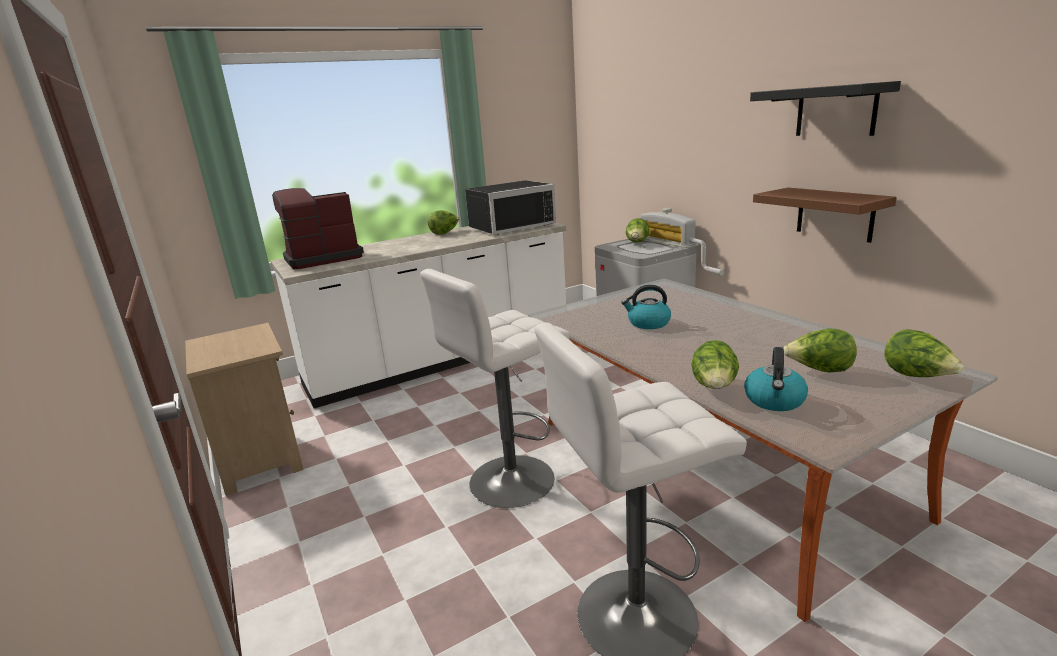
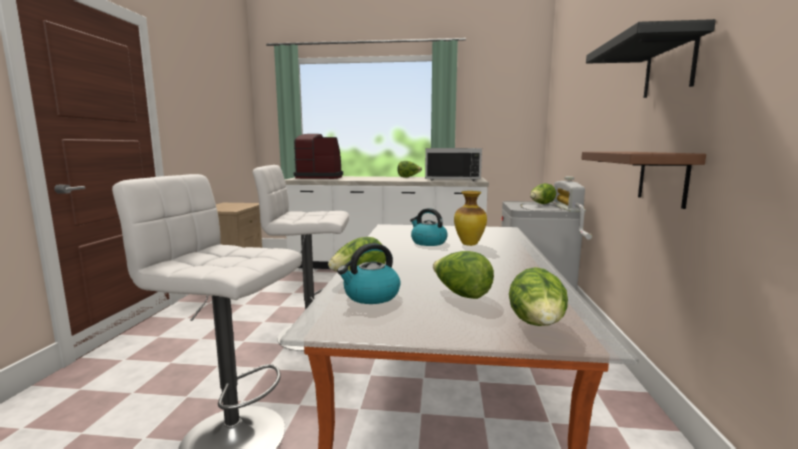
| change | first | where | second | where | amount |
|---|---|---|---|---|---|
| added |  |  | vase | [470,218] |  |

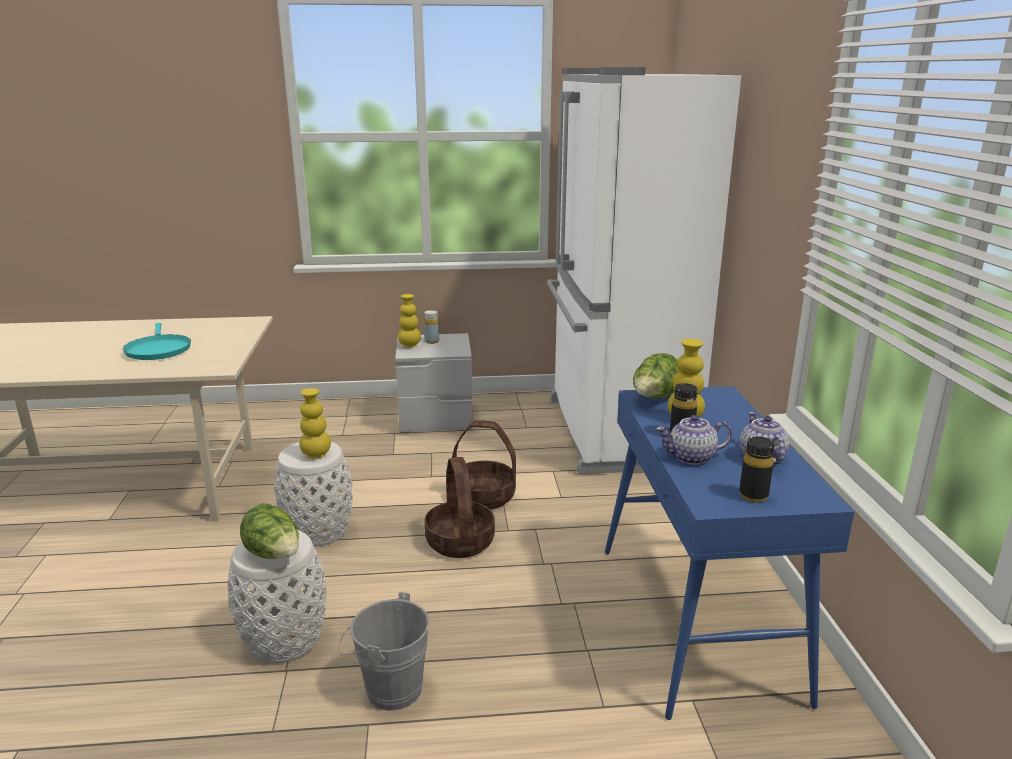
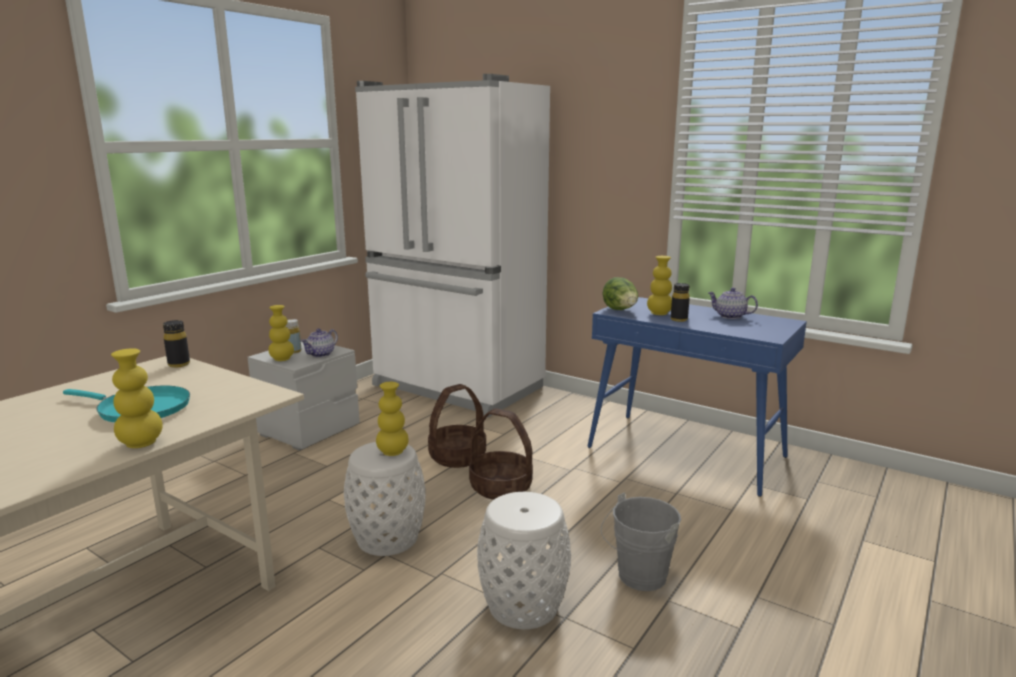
| change | first | where | second | where | amount |
|---|---|---|---|---|---|
| added |  |  | yellow vase | [137,398] |  |
| moved | black bottle | [756,470] |  | [176,344] |  |
| moved | teapot | [694,440] |  | [319,342] |  |
| removed | lettuce | [269,531] |  |  |  |

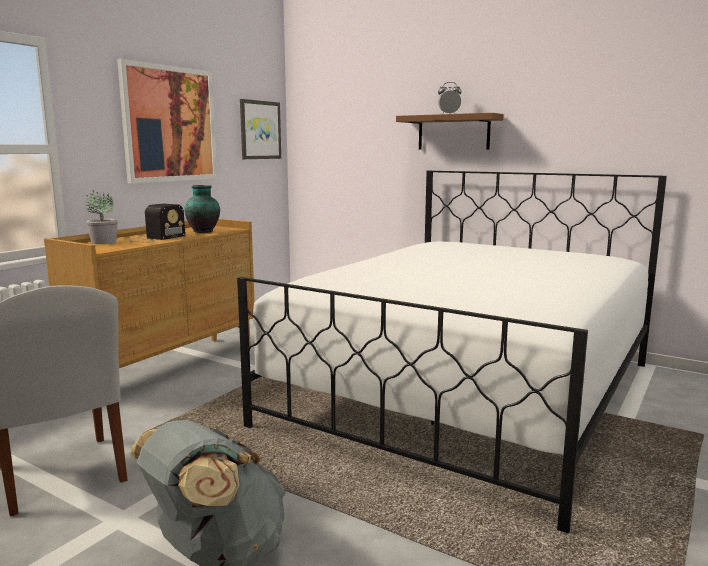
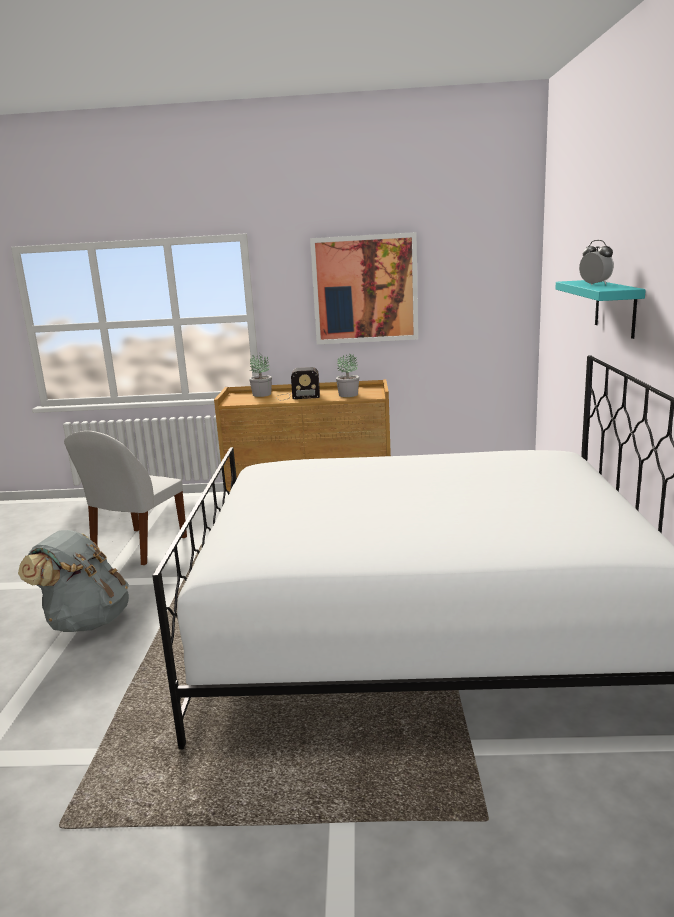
| change | first | where | second | where | amount |
|---|---|---|---|---|---|
| replaced | vase | [202,209] | potted plant | [347,375] |  |
| recoloured | brown shelf | [450,131] | turquoise shelf | [600,309] |  |
| removed | picture | [260,129] |  |  |  |

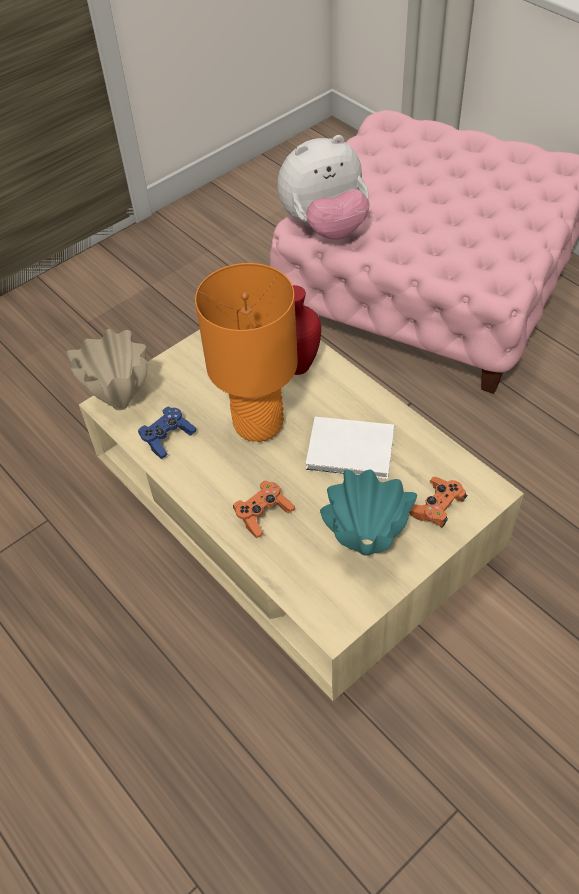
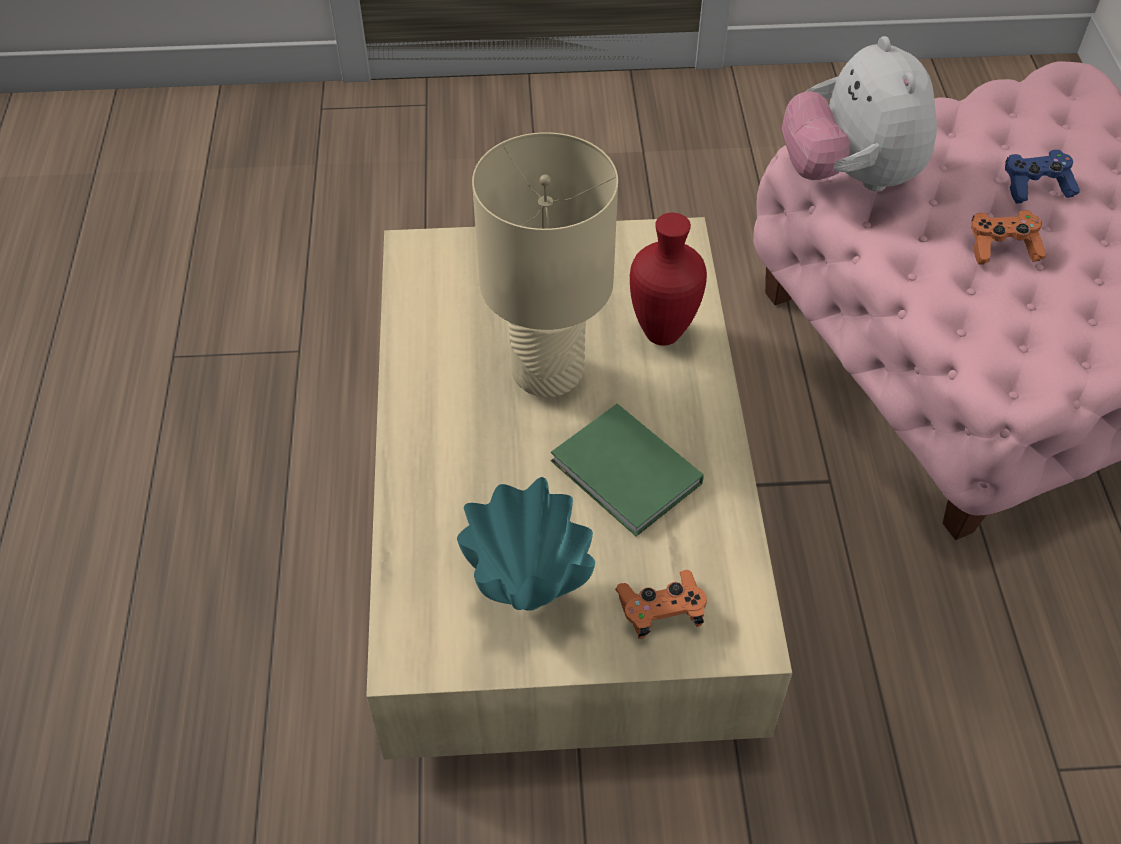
| change | first | where | second | where | amount |
|---|---|---|---|---|---|
| recoloured | orange table lamp | [246,352] | beige table lamp | [545,264] |  |
| recoloured | white book | [350,448] | green book | [627,470] |  |
| turned | plush toy | [323,187] |  | [859,113] | 60 degrees clockwise |
| moved | orange game controller | [264,509] |  | [1008,237] |  |
| moved | blue game controller | [167,433] |  | [1042,177] |  |
| removed | beige vase | [106,369] |  |  |  |

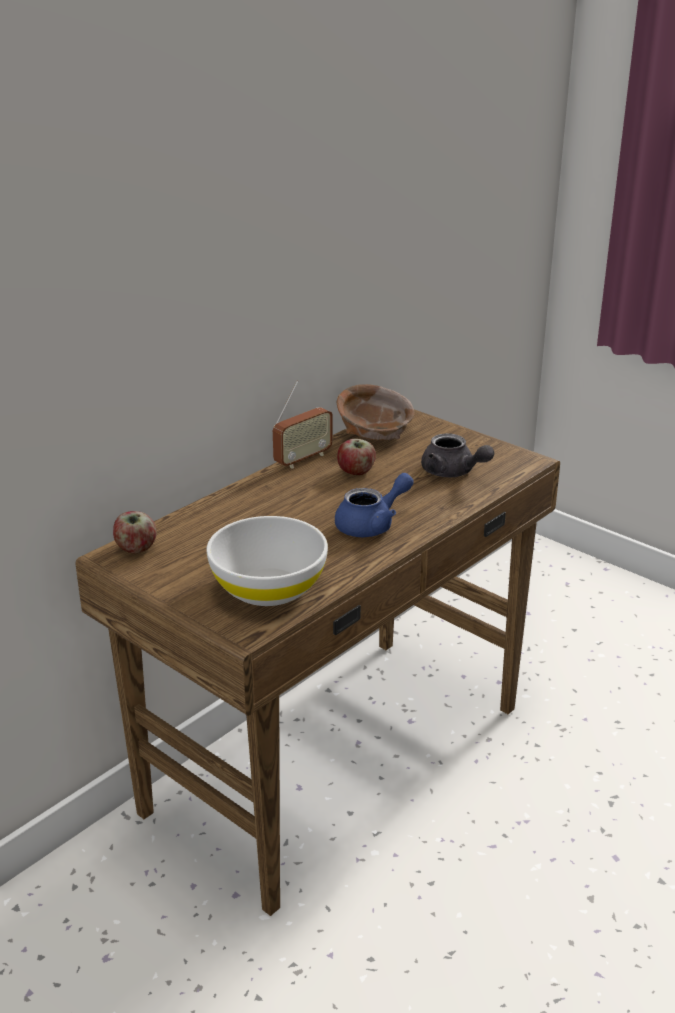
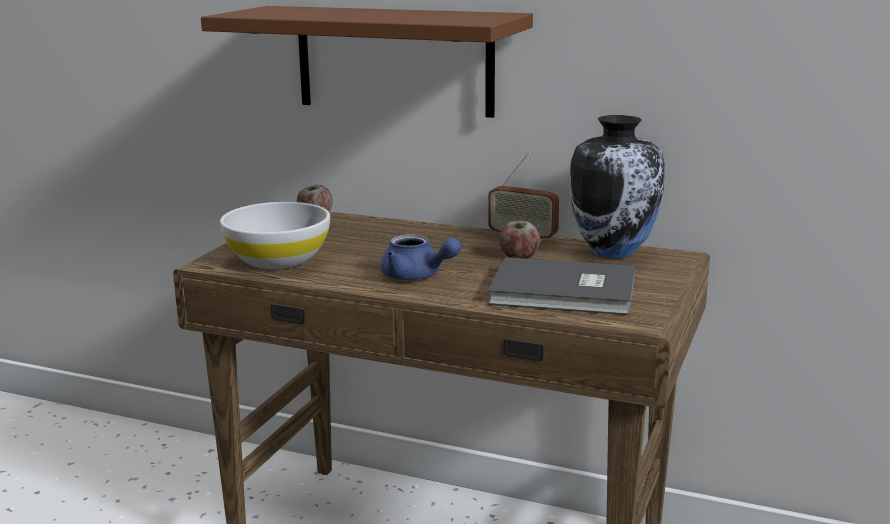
| change | first | where | second | where | amount |
|---|---|---|---|---|---|
| added |  |  | brown shelf | [367,62] |  |
| replaced | grey teapot | [457,455] | grey book | [561,286] |  |
| replaced | brown bowl | [376,412] | vase | [617,187] |  |

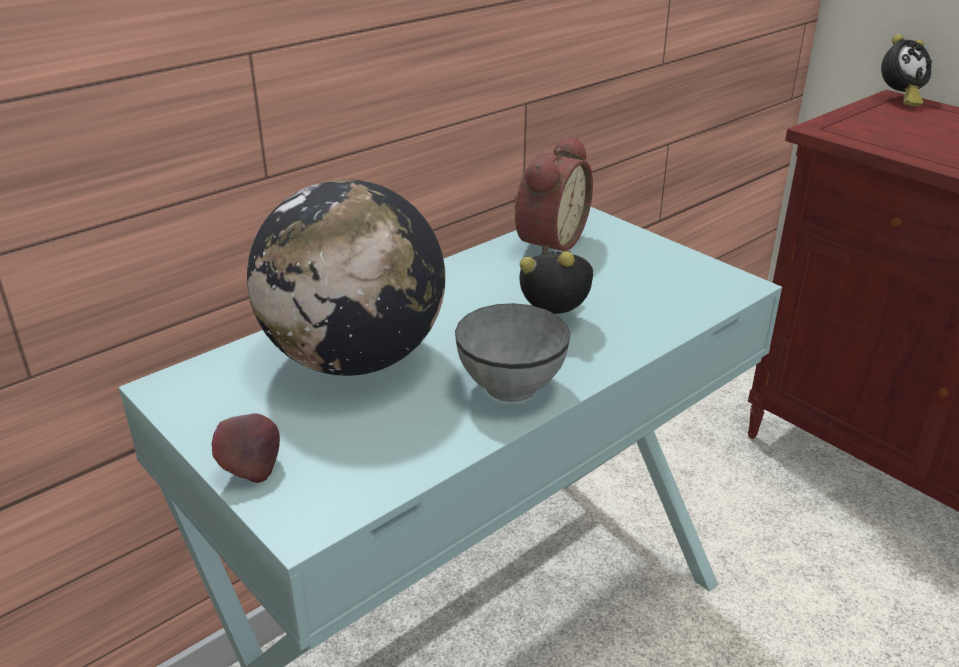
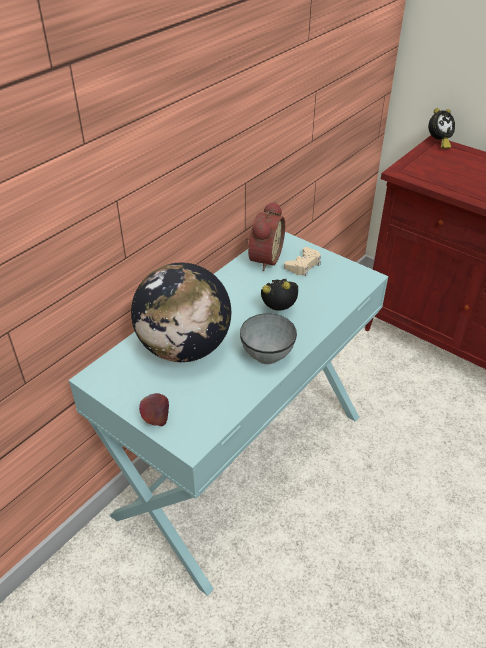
| change | first | where | second | where | amount |
|---|---|---|---|---|---|
| added |  |  | beige game controller | [302,261] |  |

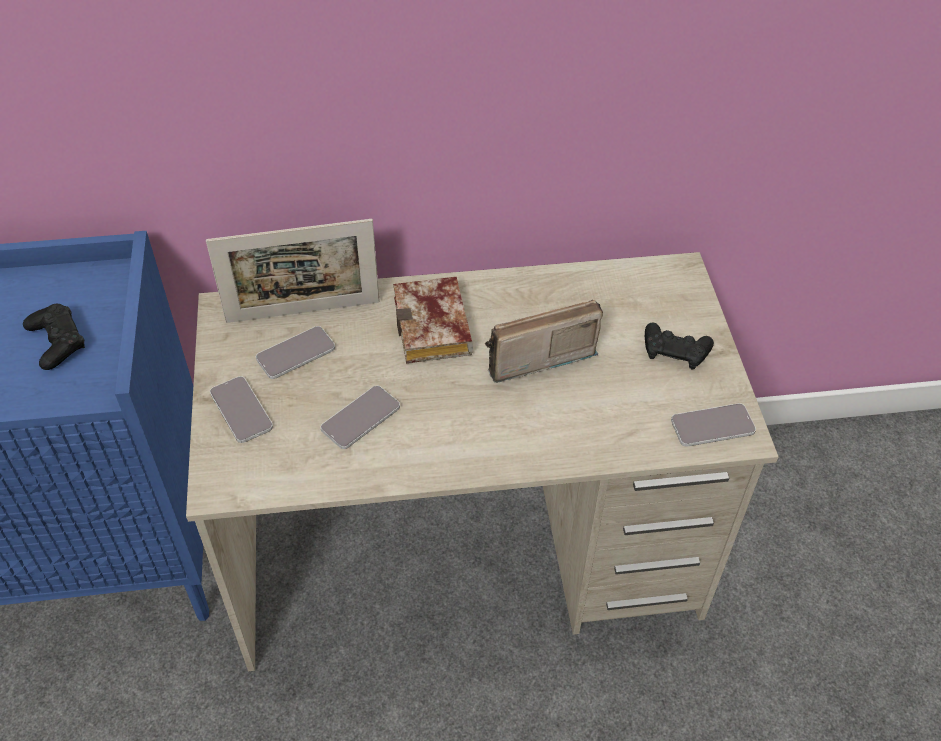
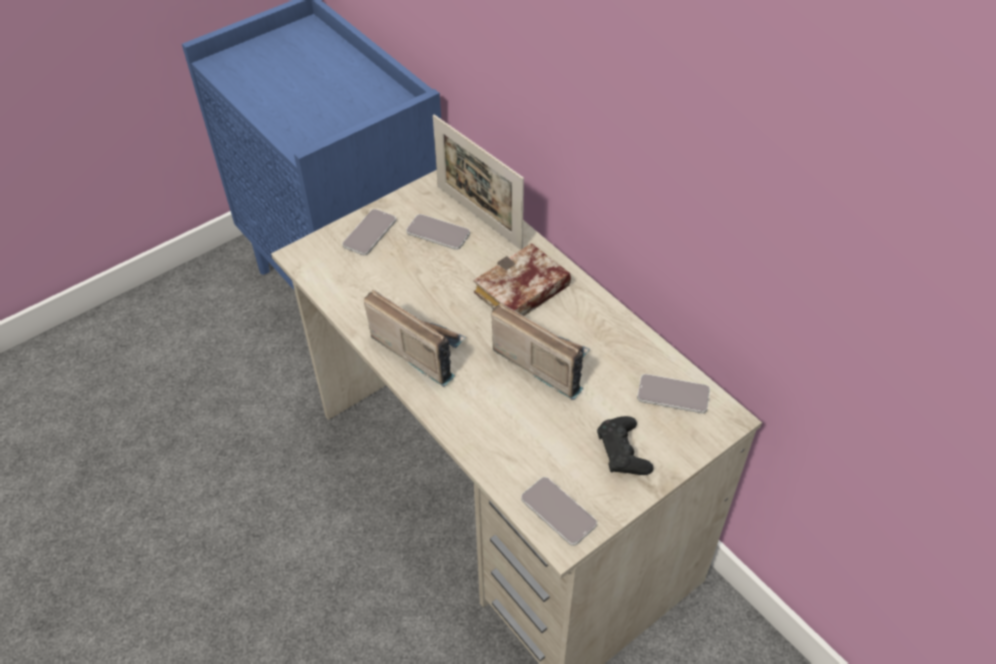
| change | first | where | second | where | amount |
|---|---|---|---|---|---|
| added |  |  | radio | [415,338] |  |
| moved | phone | [360,417] |  | [673,393] |  |
| removed | black game controller | [54,337] |  |  |  |

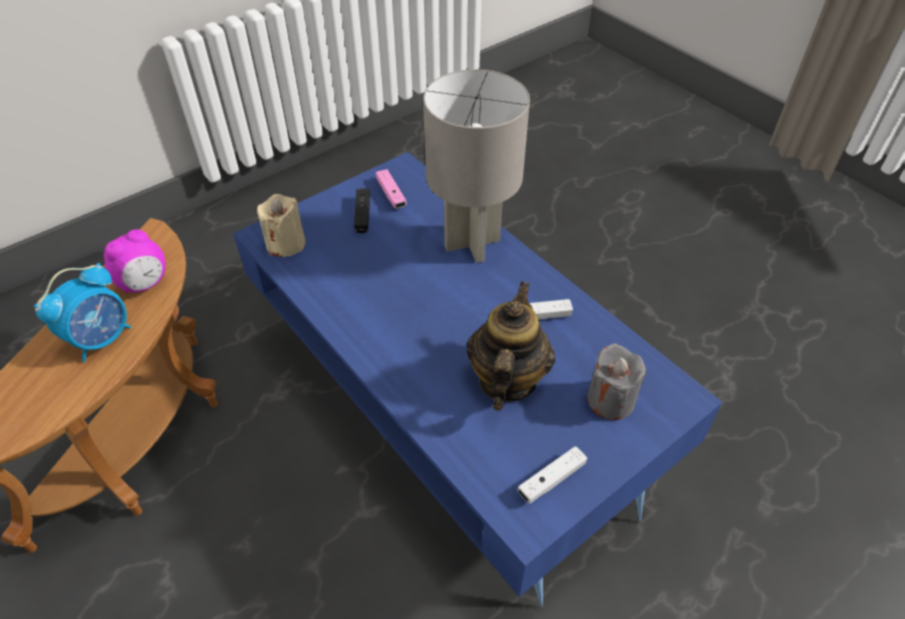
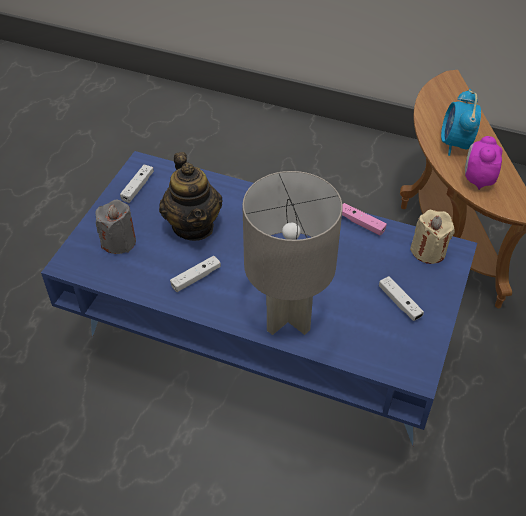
| change | first | where | second | where | amount |
|---|---|---|---|---|---|
| moved | pink game controller | [391,189] |  | [364,219] |  |
| recoloured | black game controller | [362,210] | white game controller | [401,298] |  |

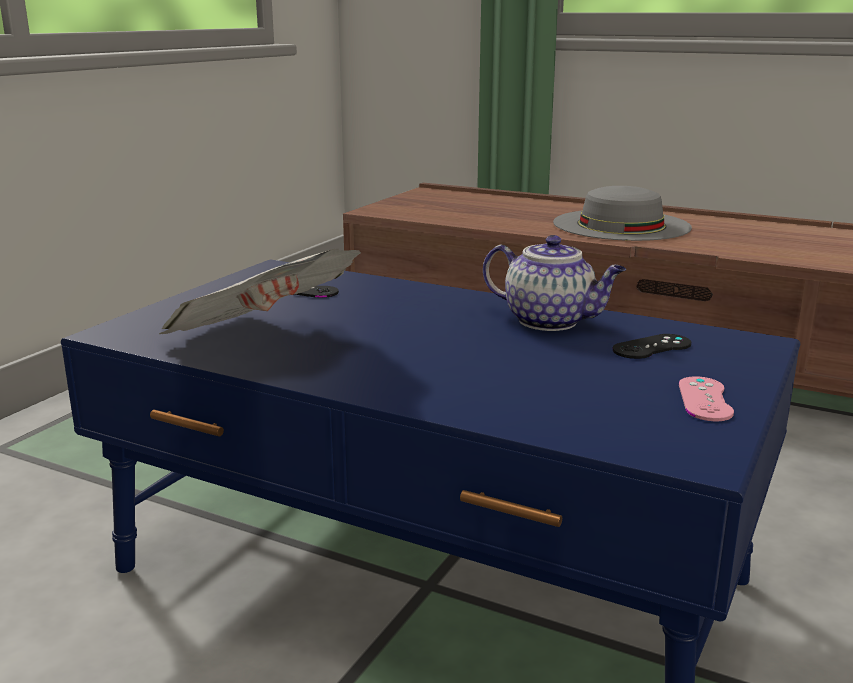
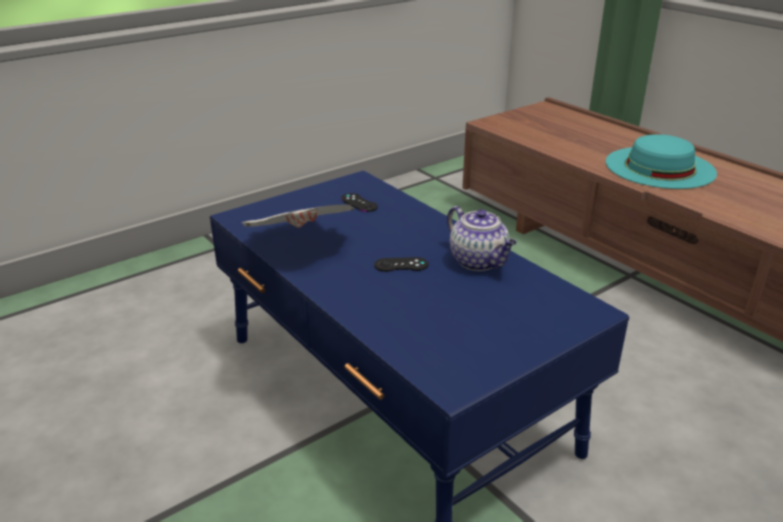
| change | first | where | second | where | amount |
|---|---|---|---|---|---|
| moved | black game controller | [651,346] |  | [401,264] |  |
| recoloured | grey hat | [622,213] | turquoise hat | [661,161] |  |
| removed | pink game controller | [706,398] |  |  |  |

